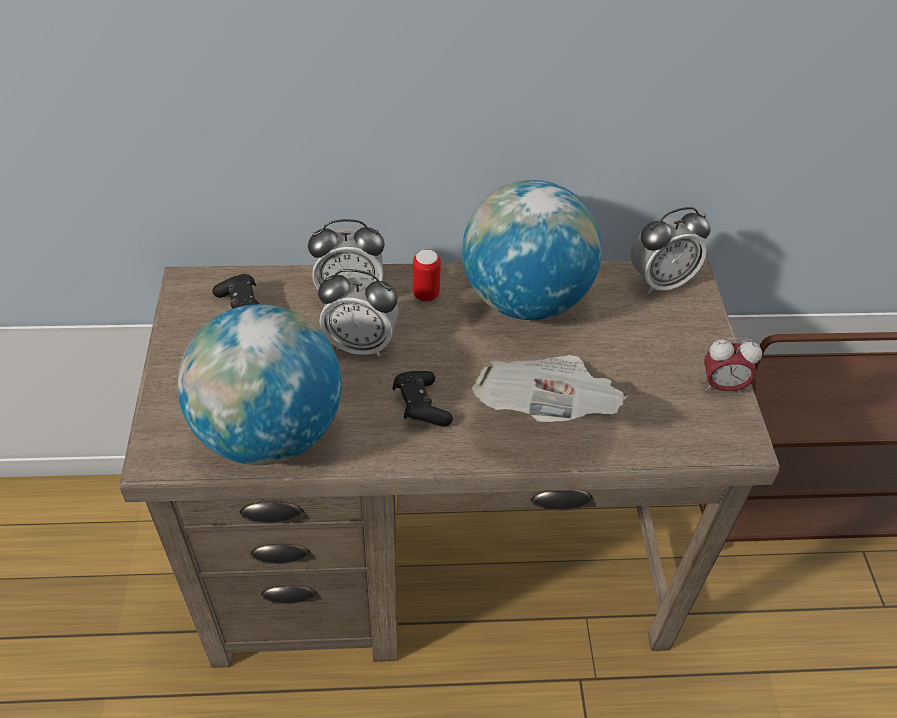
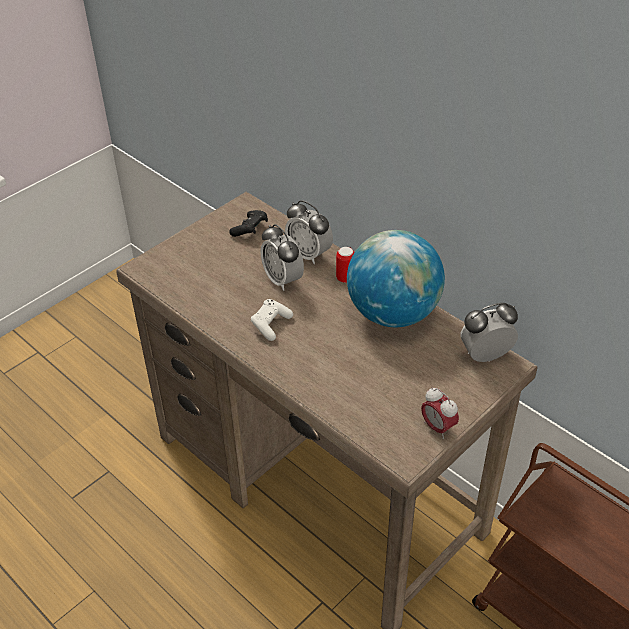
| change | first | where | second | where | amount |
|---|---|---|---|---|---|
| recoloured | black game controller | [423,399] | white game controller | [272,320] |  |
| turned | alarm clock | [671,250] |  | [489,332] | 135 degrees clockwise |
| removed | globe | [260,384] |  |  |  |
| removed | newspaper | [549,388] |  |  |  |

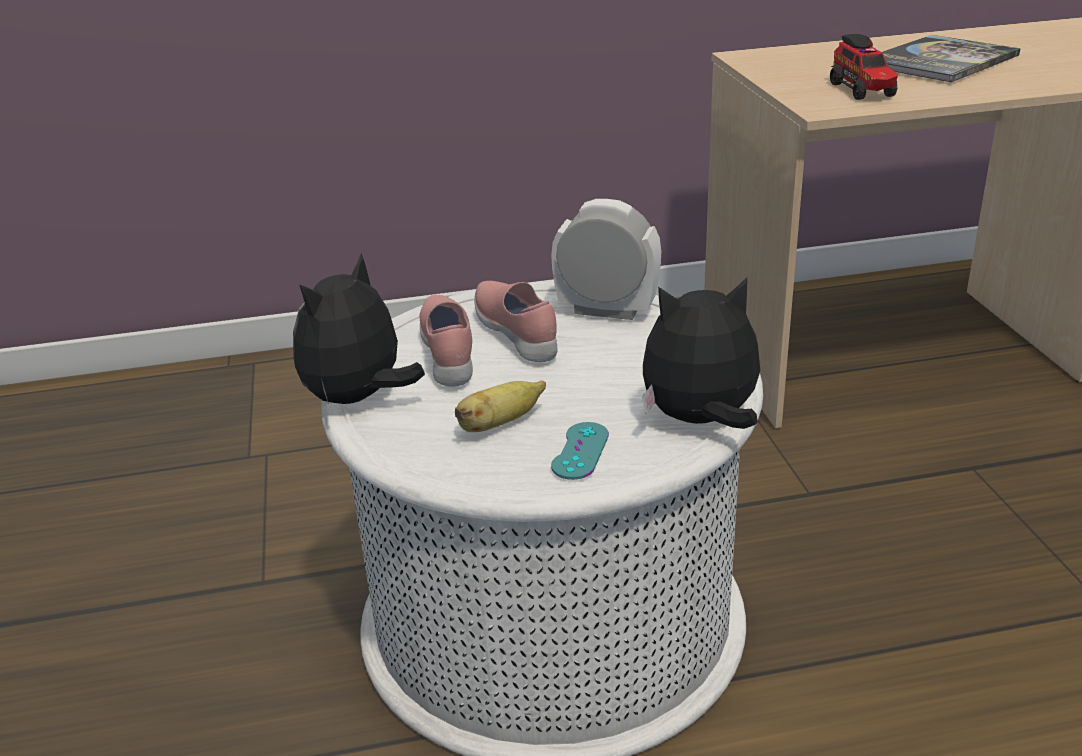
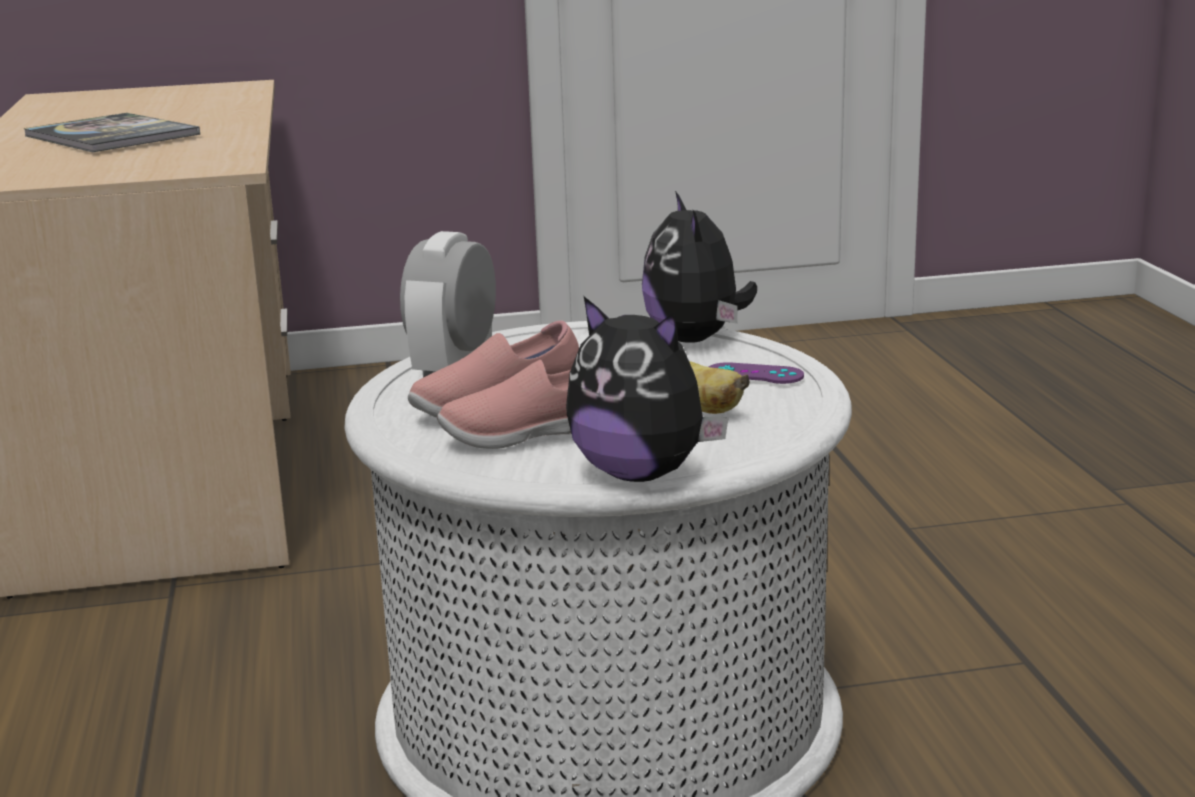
| change | first | where | second | where | amount |
|---|---|---|---|---|---|
| recoloured | turquoise game controller | [580,451] | purple game controller | [756,373] |  |
| removed | toy truck | [864,67] |  |  |  |

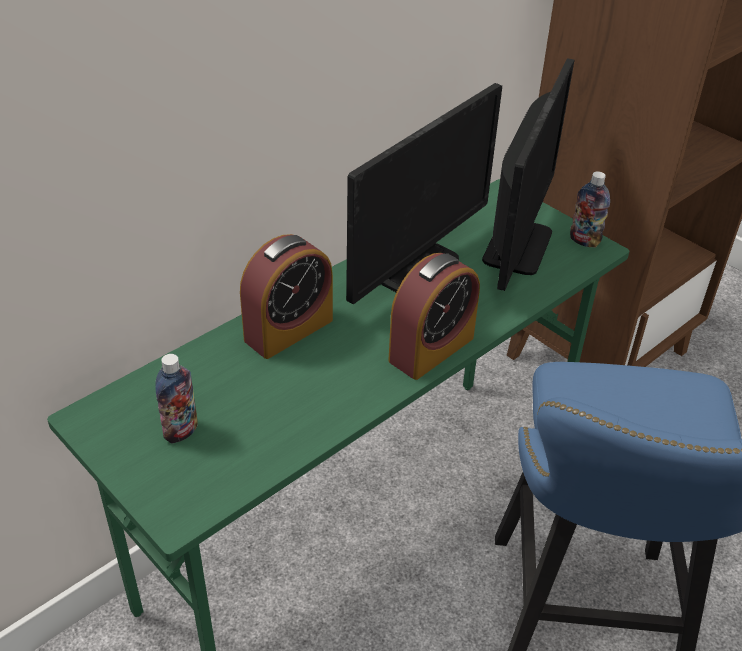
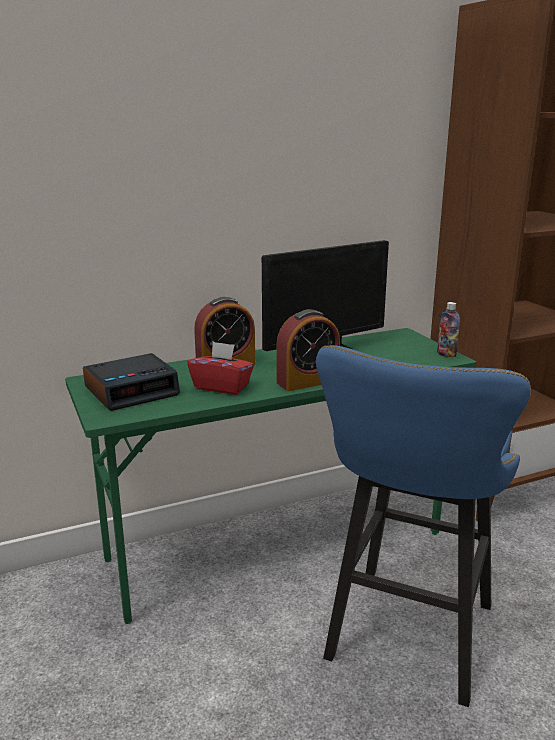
| change | first | where | second | where | amount |
|---|---|---|---|---|---|
| replaced | bottle | [176,399] | alarm clock | [131,382] |  |
| added |  |  | red tissue box | [220,368] |  |
| removed | monitor | [528,174] |  |  |  |

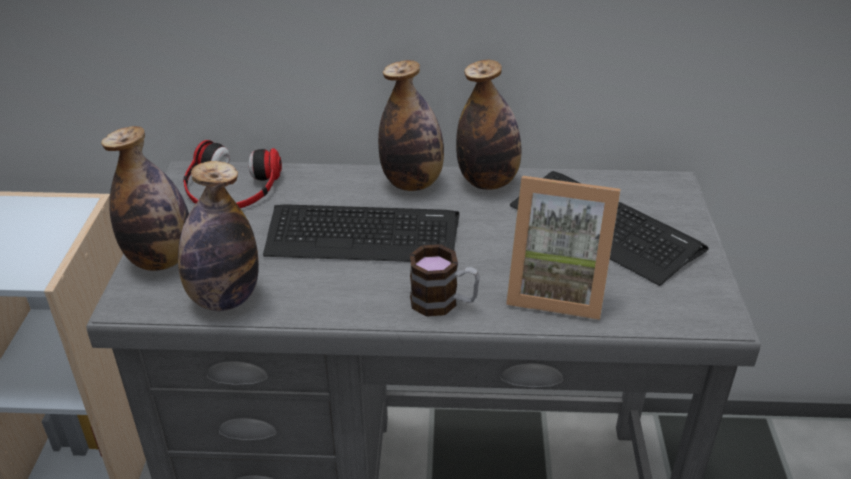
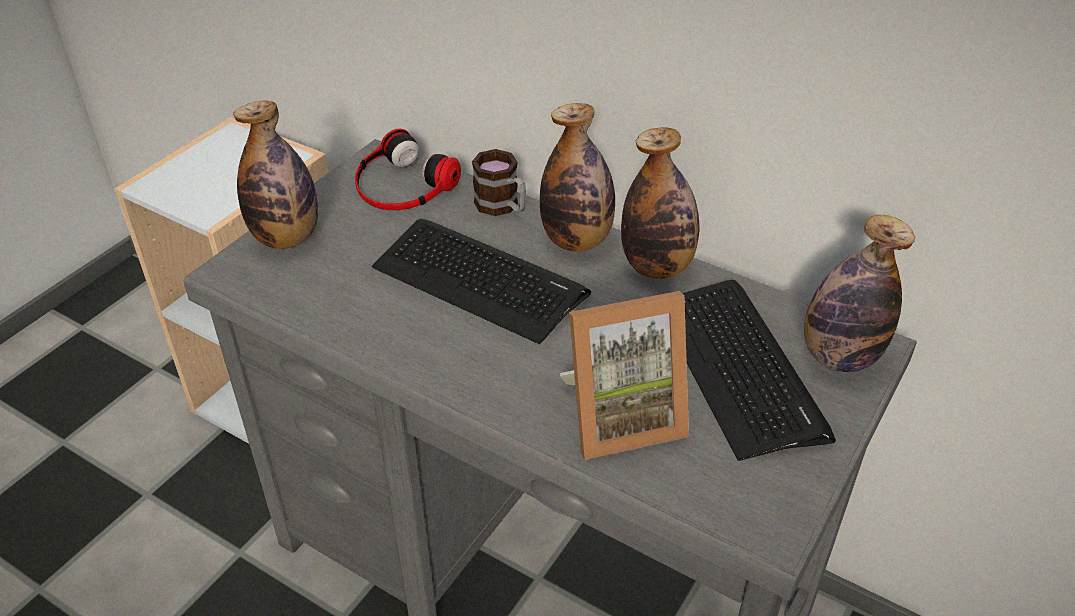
| change | first | where | second | where | amount |
|---|---|---|---|---|---|
| moved | mug | [445,280] |  | [499,182] |  |
| turned | picture frame | [563,248] |  | [624,375] | 60 degrees counterclockwise |
| moved | bottle | [218,236] |  | [859,293] |  |

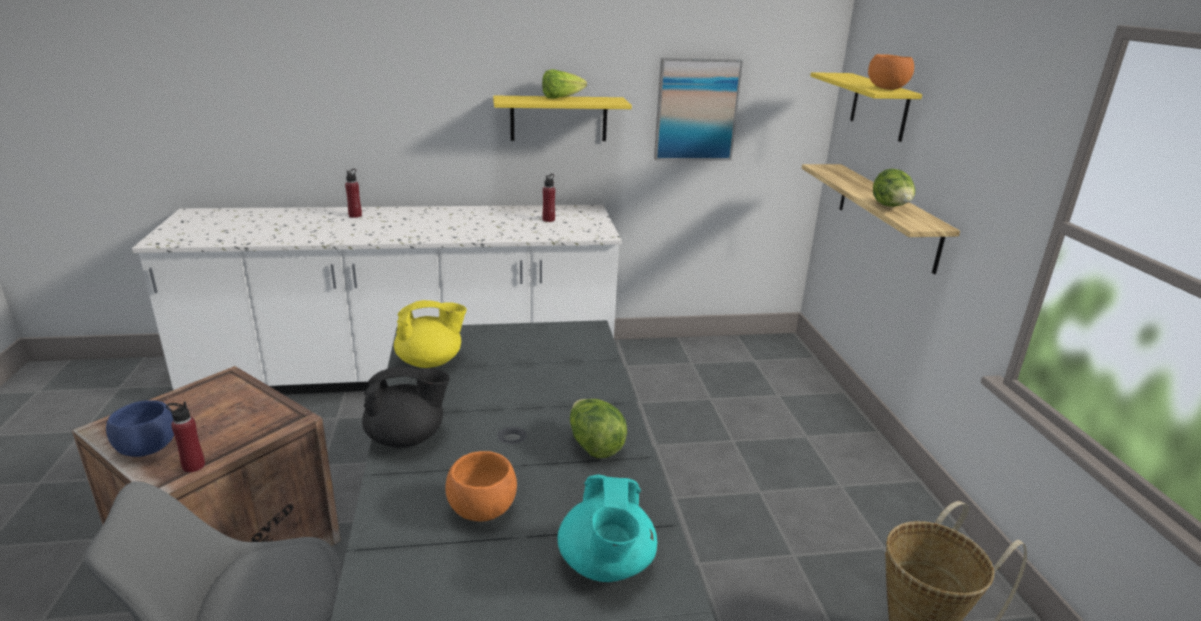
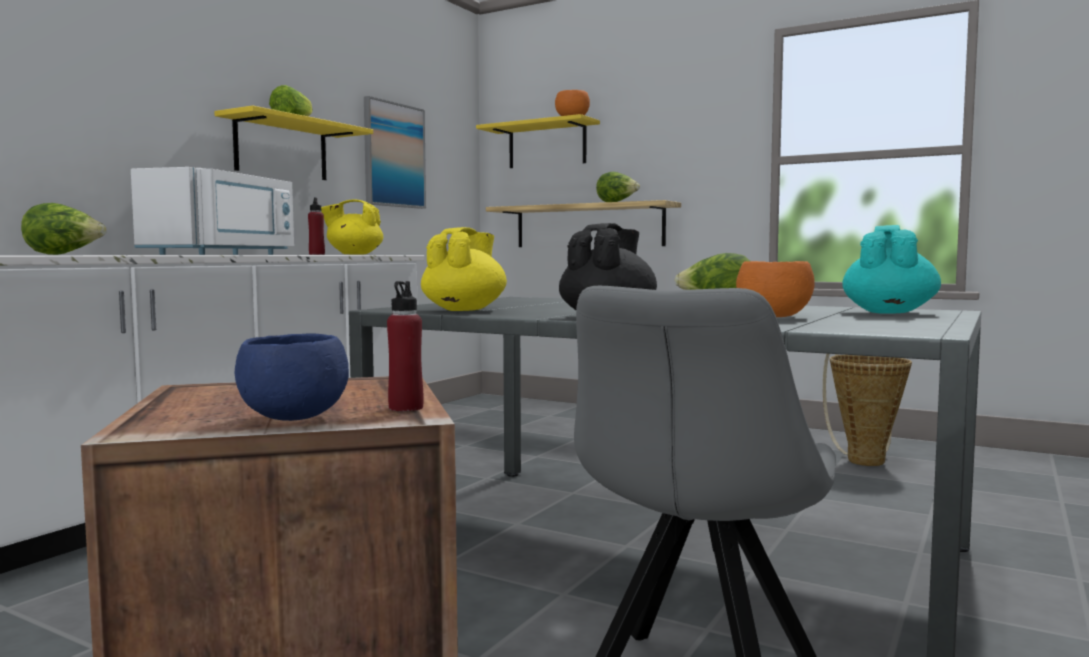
| change | first | where | second | where | amount |
|---|---|---|---|---|---|
| replaced | red bottle | [353,193] | lettuce | [64,229] |  |
| added |  |  | white microwave | [212,211] |  |
| added |  |  | yellow teapot | [352,227] |  |
| turned | turquoise teapot | [607,528] |  | [891,269] | 105 degrees counterclockwise |

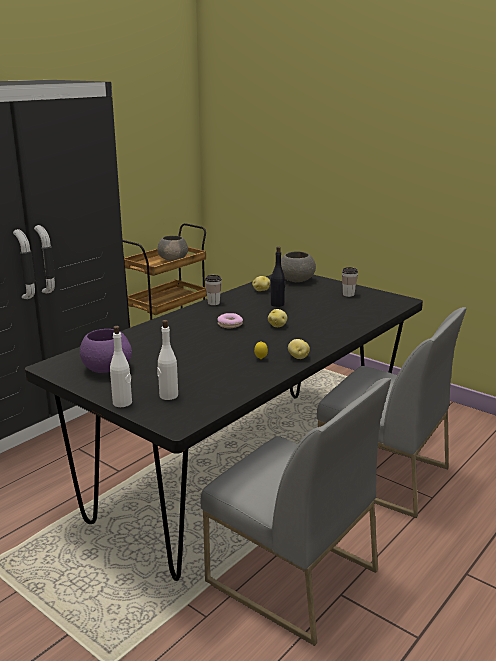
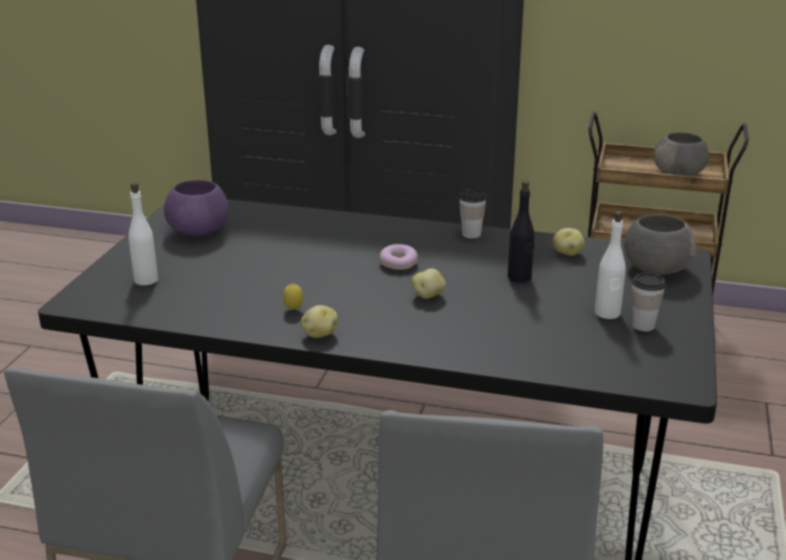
| change | first | where | second | where | amount |
|---|---|---|---|---|---|
| moved | white bottle | [121,366] |  | [610,265] |  |

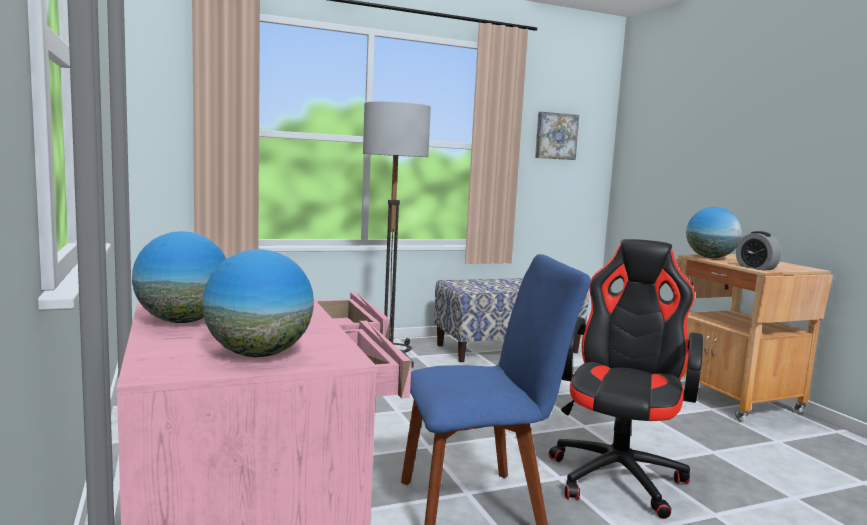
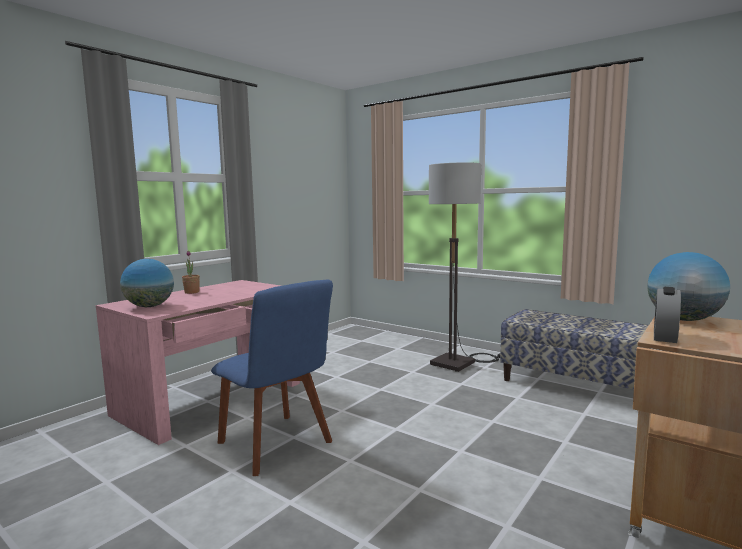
| change | first | where | second | where | amount |
|---|---|---|---|---|---|
| replaced | globe | [179,277] | potted plant | [191,272] |  |
| removed | picture | [557,136] |  |  |  |
| removed | black office chair | [626,379] |  |  |  |

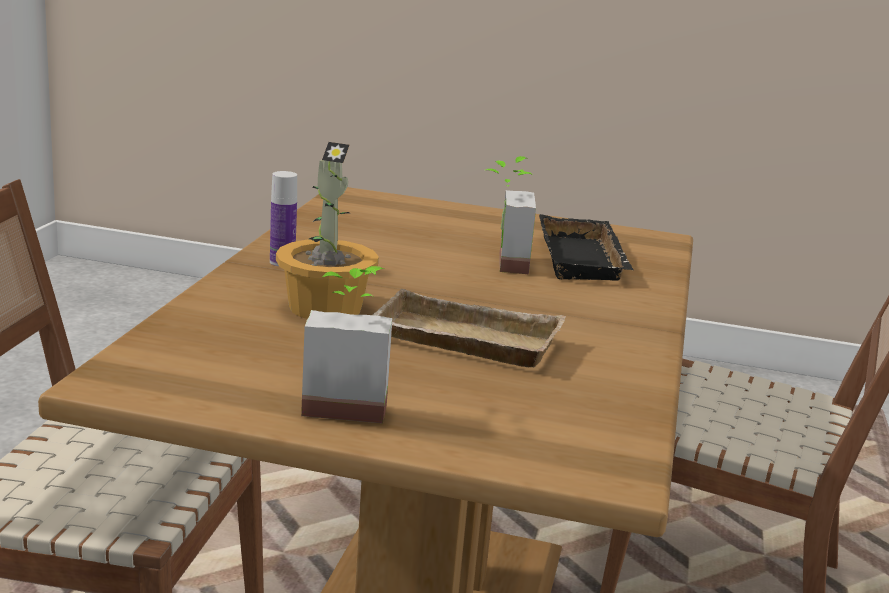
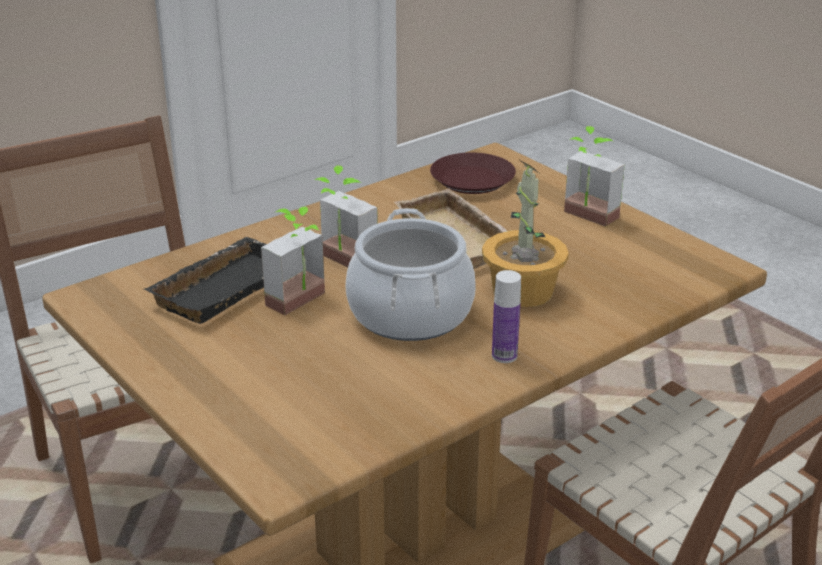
| change | first | where | second | where | amount |
|---|---|---|---|---|---|
| added |  |  | potted plant | [346,216] |  |
| added |  |  | cooking pot | [410,274] |  |
| added |  |  | brown plate | [473,173] |  |

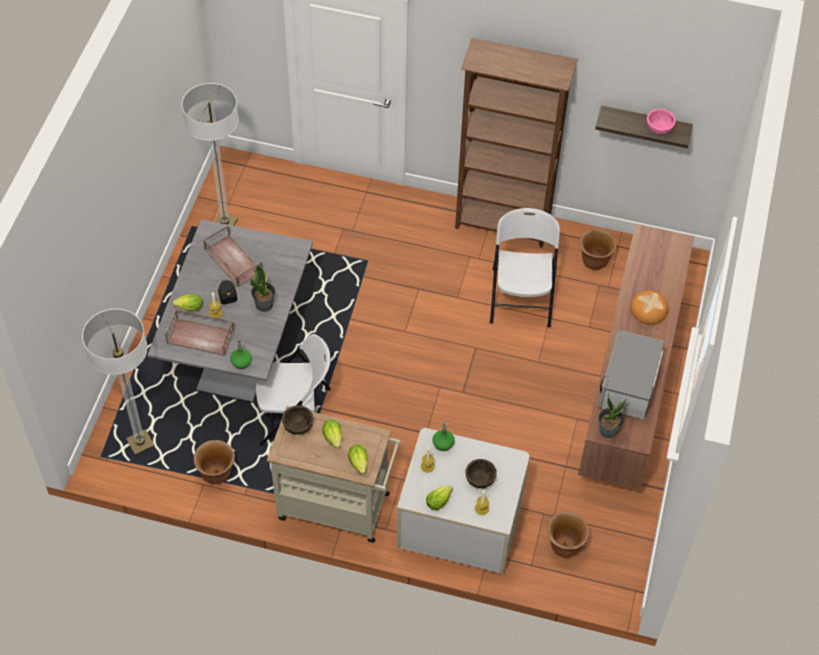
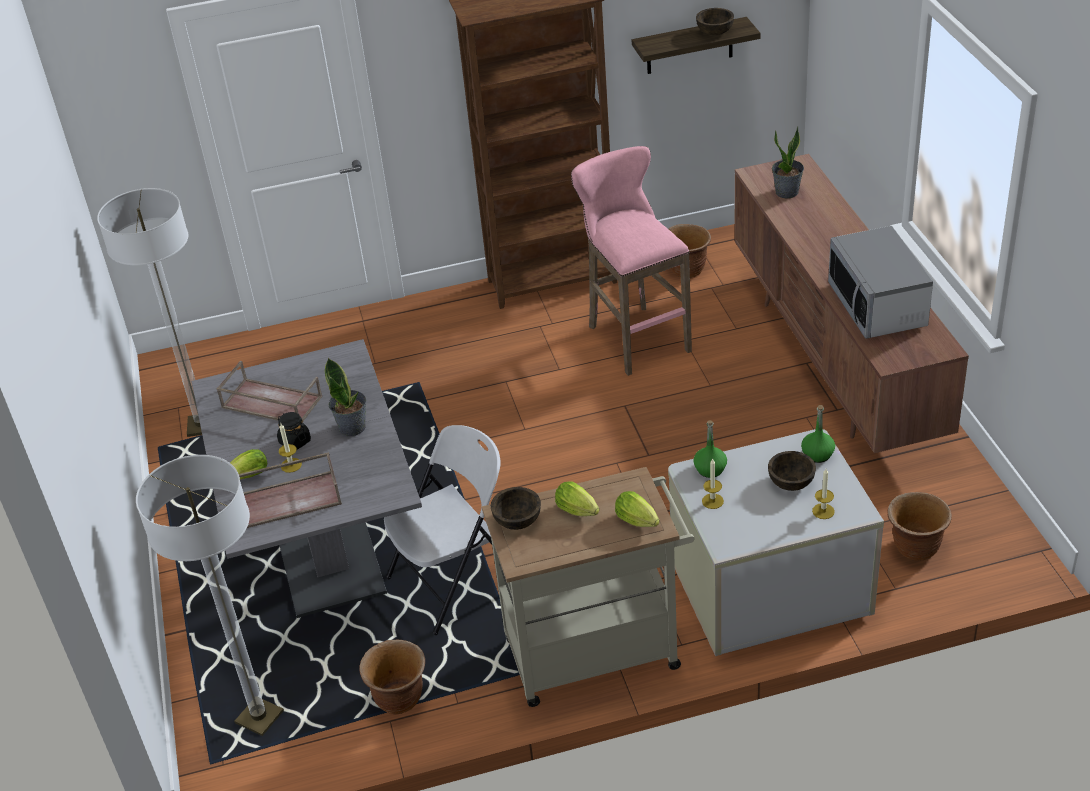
| change | first | where | second | where | amount |
|---|---|---|---|---|---|
| replaced | white chair | [525,267] | pink stool | [631,261] |  |
| recoloured | pink bowl | [661,121] | brown bowl | [715,21] |  |
| moved | potted plant | [612,415] |  | [788,162] |  |
| moved | green bottle | [241,353] |  | [818,434] |  |
| removed | lettuce | [439,497] |  |  |  |
| removed | bread | [649,308] |  |  |  |

